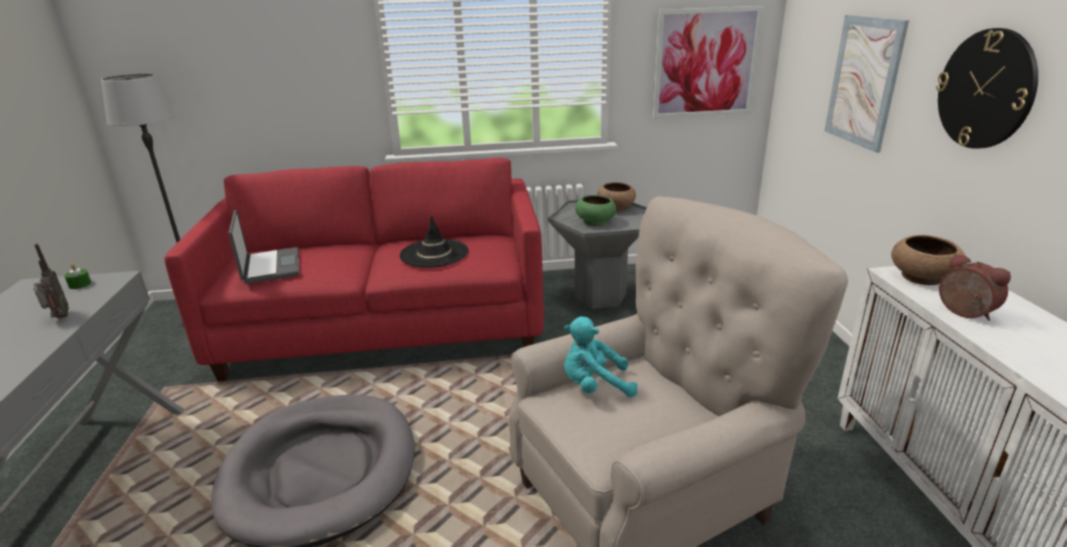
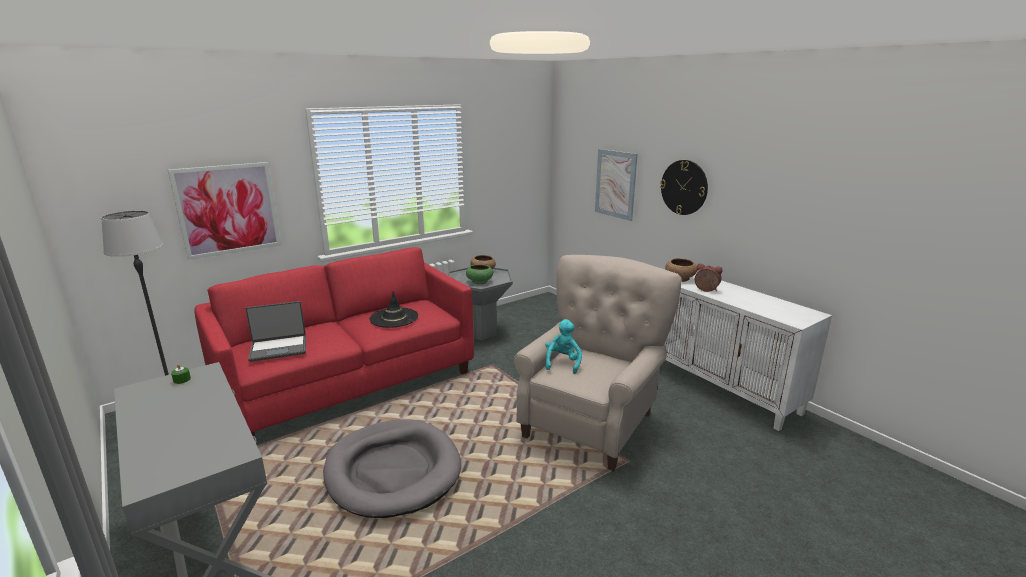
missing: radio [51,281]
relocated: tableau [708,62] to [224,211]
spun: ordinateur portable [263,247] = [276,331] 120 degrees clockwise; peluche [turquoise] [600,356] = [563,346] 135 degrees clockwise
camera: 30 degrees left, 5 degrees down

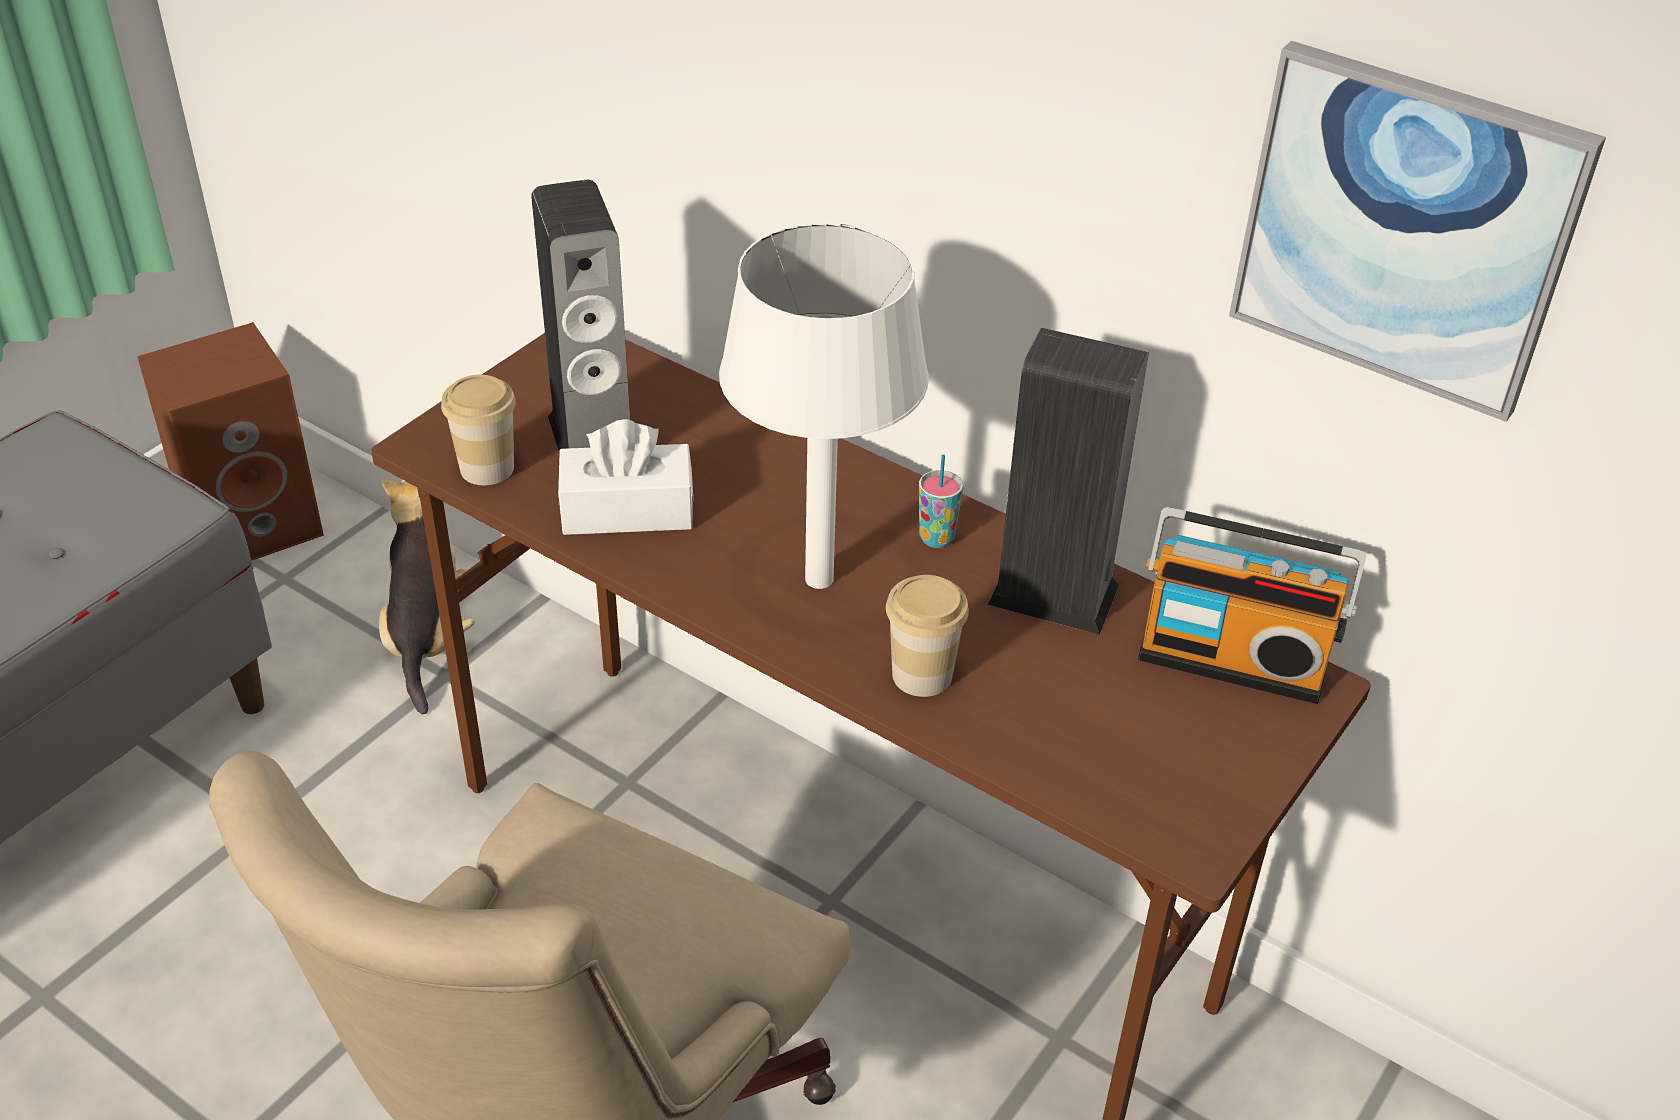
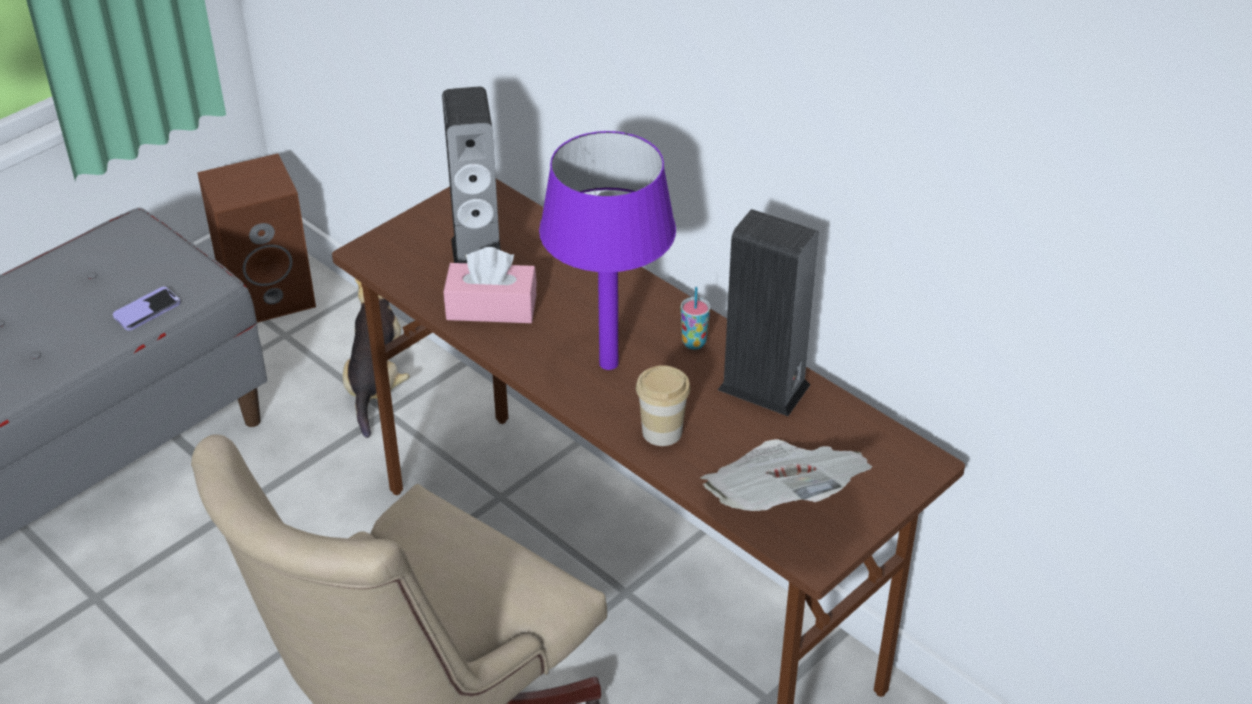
missing: tasse [478,430]; radio [1252,605]; tableau [1417,231]
appeared: téléphone [146,309]; journal [786,475]
colour: boîte à mouchoirs [blanc] [626,477] to boîte à mouchoirs [rose] [490,285]; lampe de table [blanc] [824,406] to lampe de table [violet] [607,250]
camera: 10 degrees right, 0 degrees up

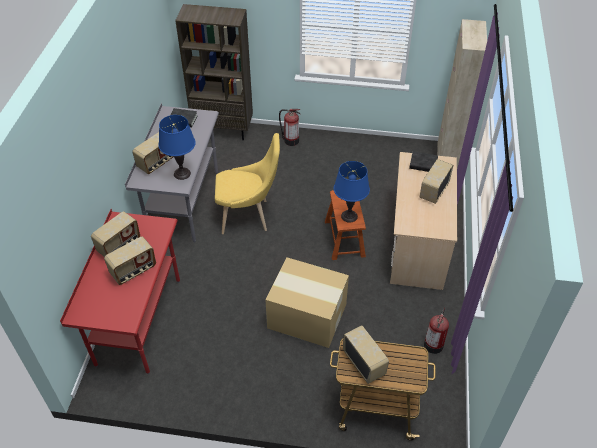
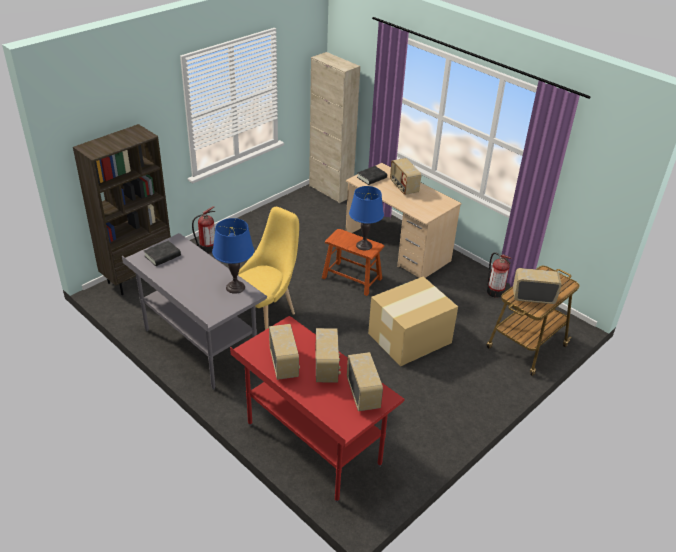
relocated: radio [153,153] to [365,381]
camera: 55 degrees left, 10 degrees down

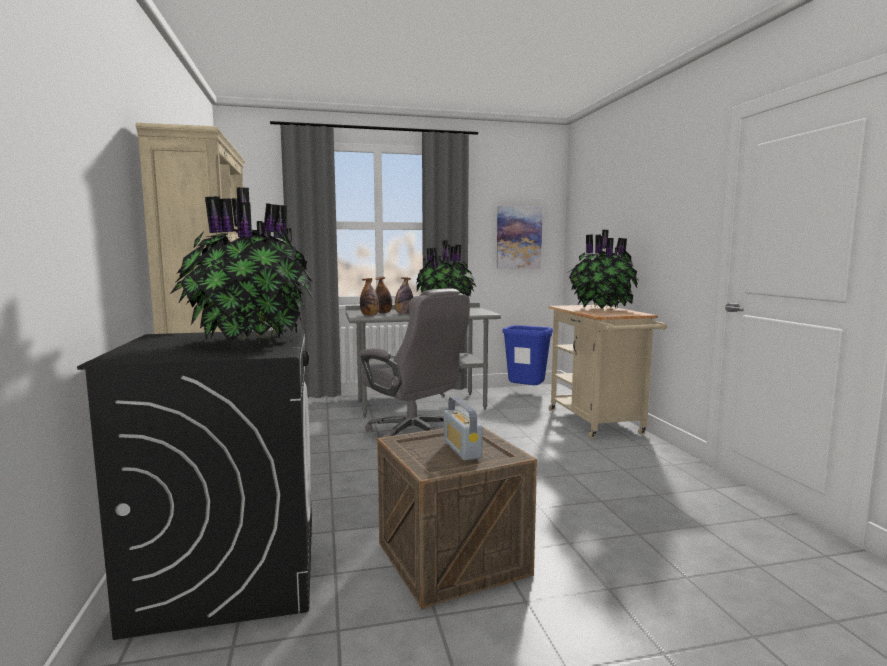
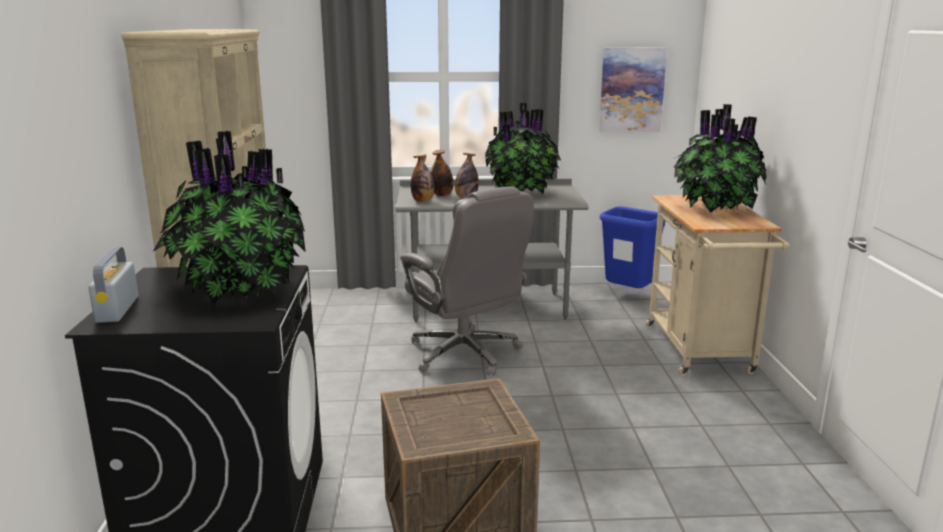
relocated: radio [463,428] to [113,285]
camera: 10 degrees right, 10 degrees up

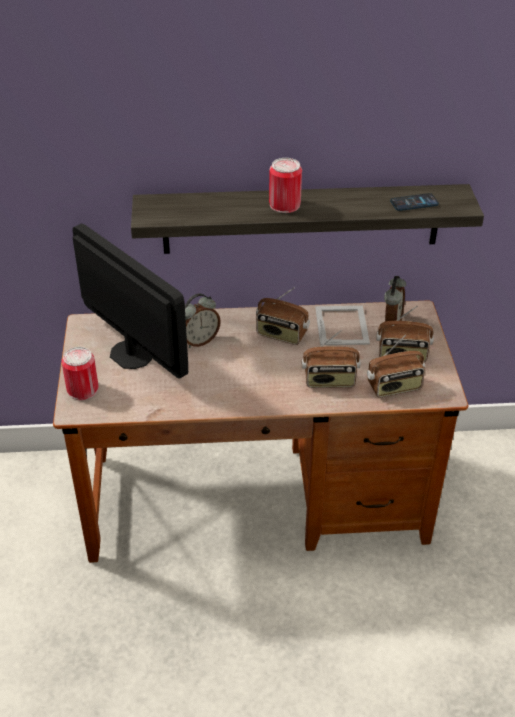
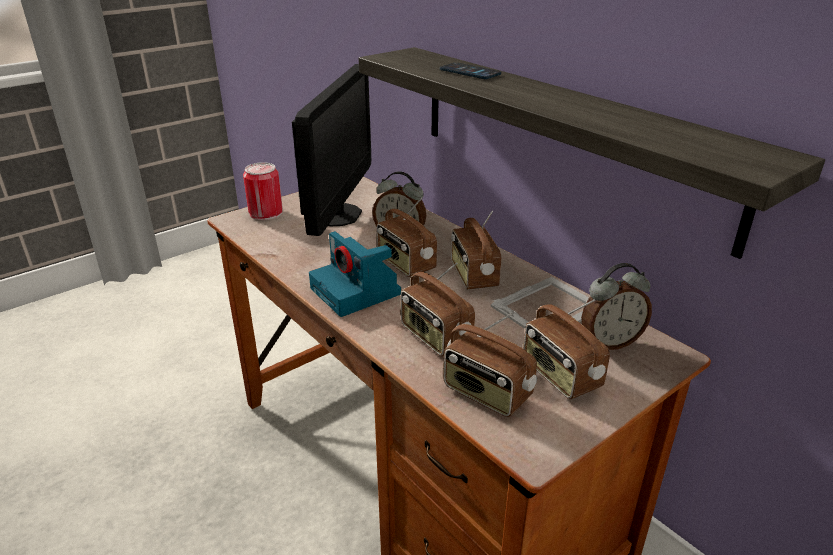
missing: boîte métallique [285,185]
appeared: appareil photo [355,274]; radio [407,237]
relocated: téléphone [414,202] to [470,71]
camera: 55 degrees right, 10 degrees down

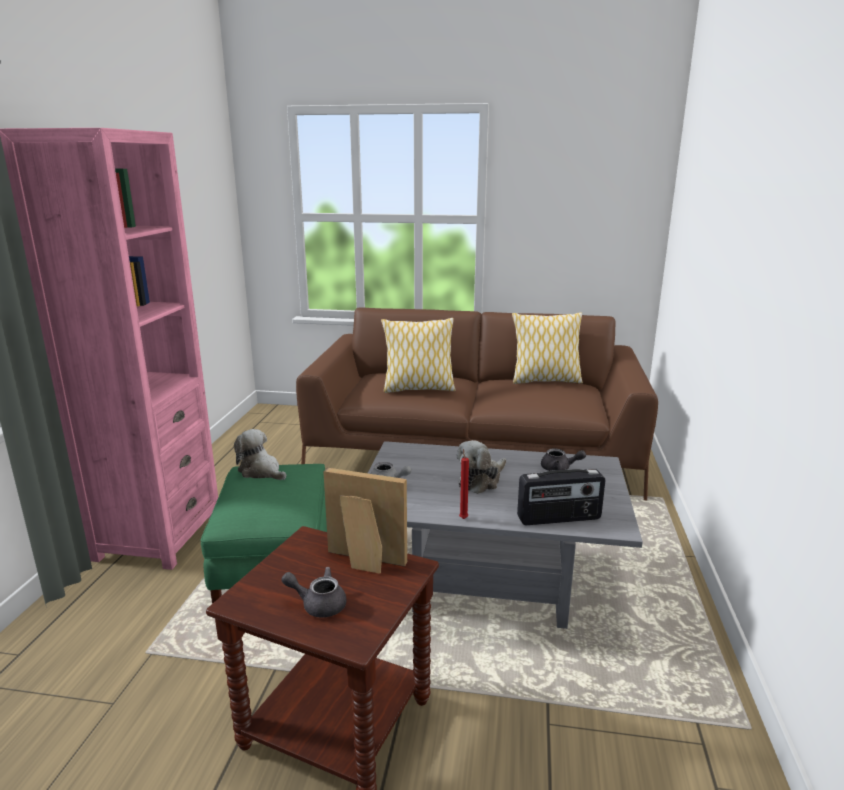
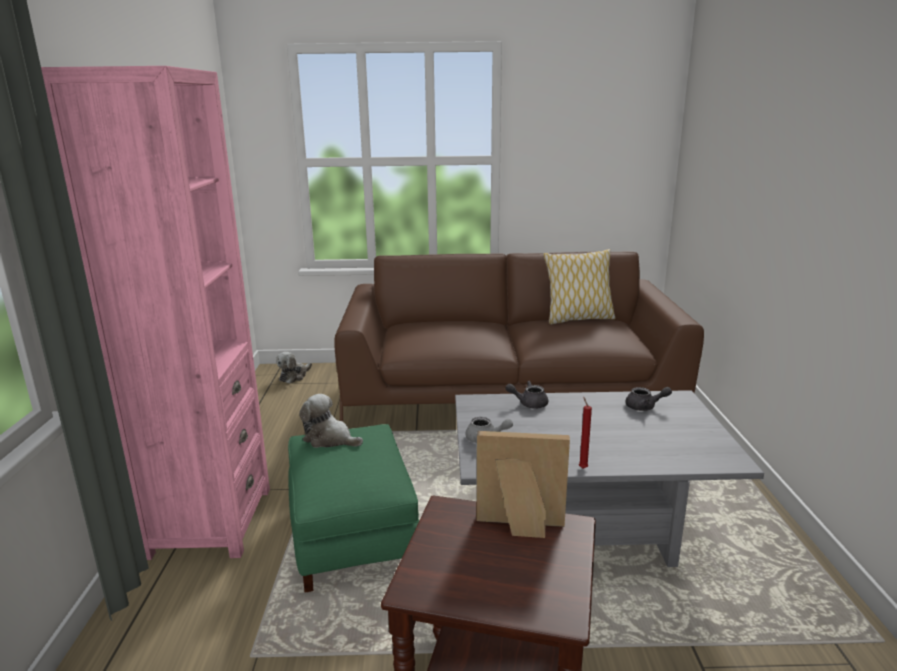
missing: coussin [418,355]; radio [561,497]
relocated: théière [gris] [314,592] to [527,395]; peluche [481,467] to [294,368]
camera: 10 degrees left, 0 degrees up

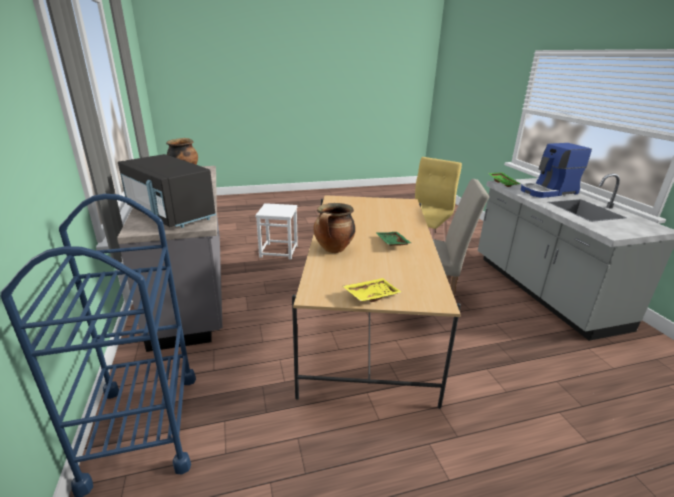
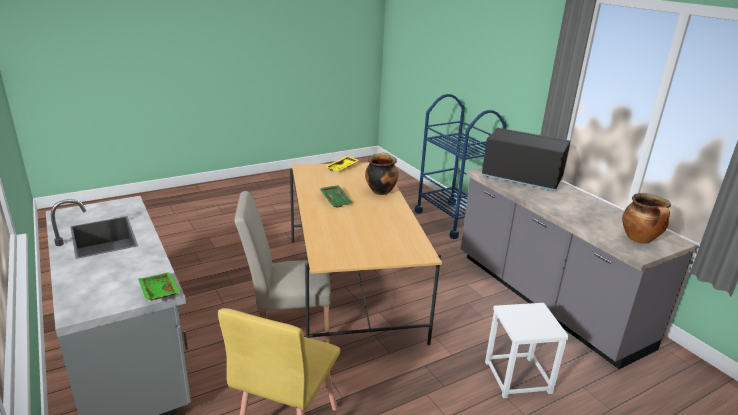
missing: machine à café [556,170]
camera: 165 degrees right, 0 degrees up

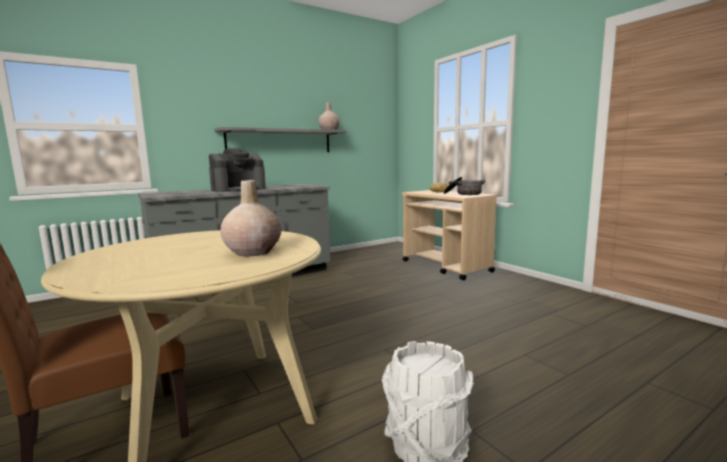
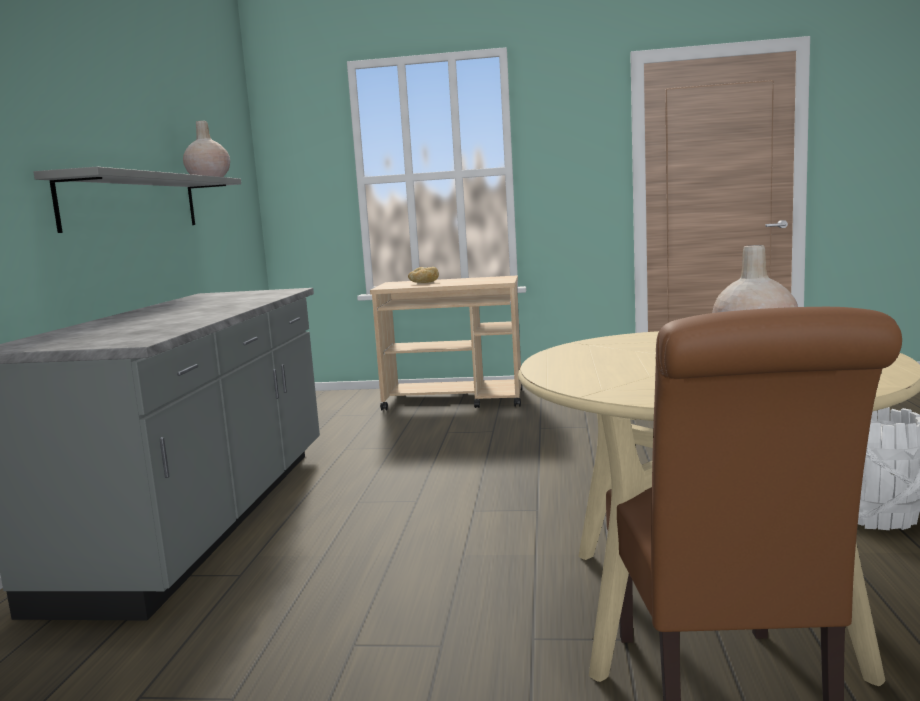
missing: machine à café [237,170]; marmite [464,186]
camera: 50 degrees left, 0 degrees up

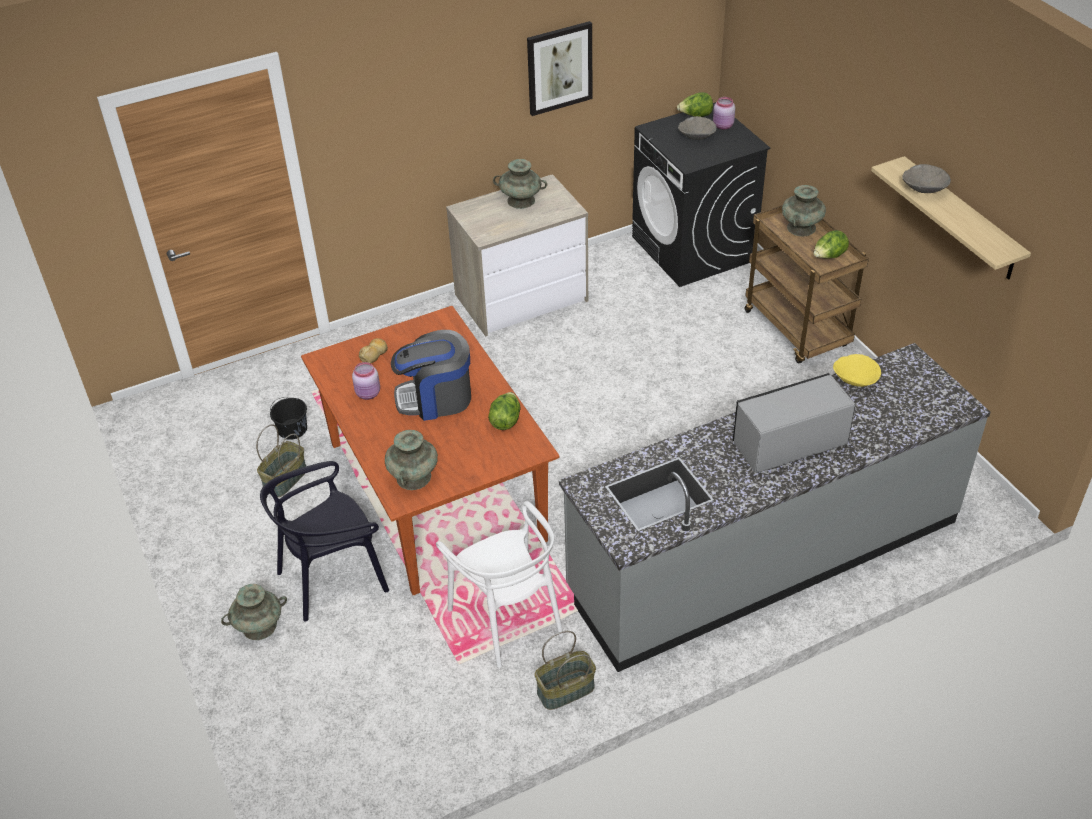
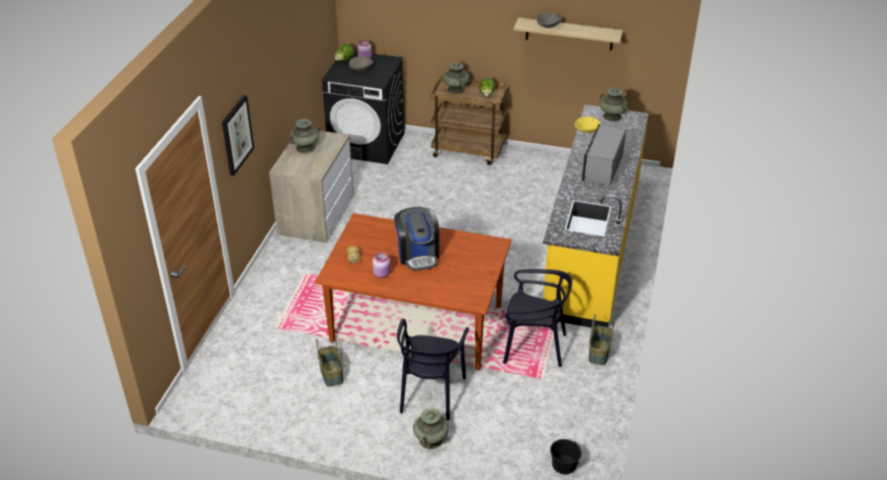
missing: laitue [504,411]
relocated: seau [noir] [288,418] to [566,456]; vase [turquoise] [411,460] to [614,105]; tableau [559,68] to [238,135]
colour: chaise [blanc] [500,584] to chaise [noir] [537,318]; comptoir de cuisine [gris] [774,507] to comptoir de cuisine [jaune] [596,216]
spun: machine à café [431,375] = [416,239] 45 degrees counterclockwise
camera: 50 degrees left, 5 degrees down

